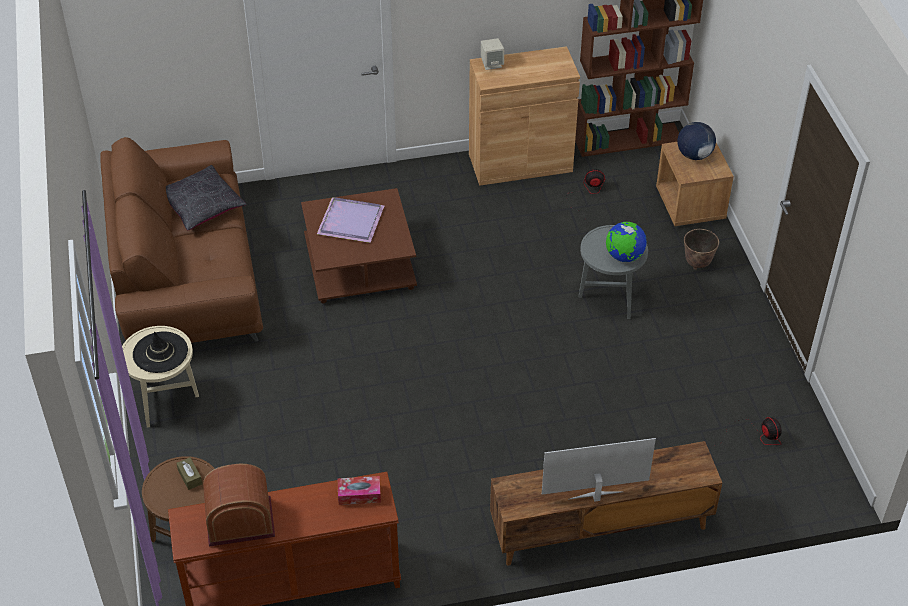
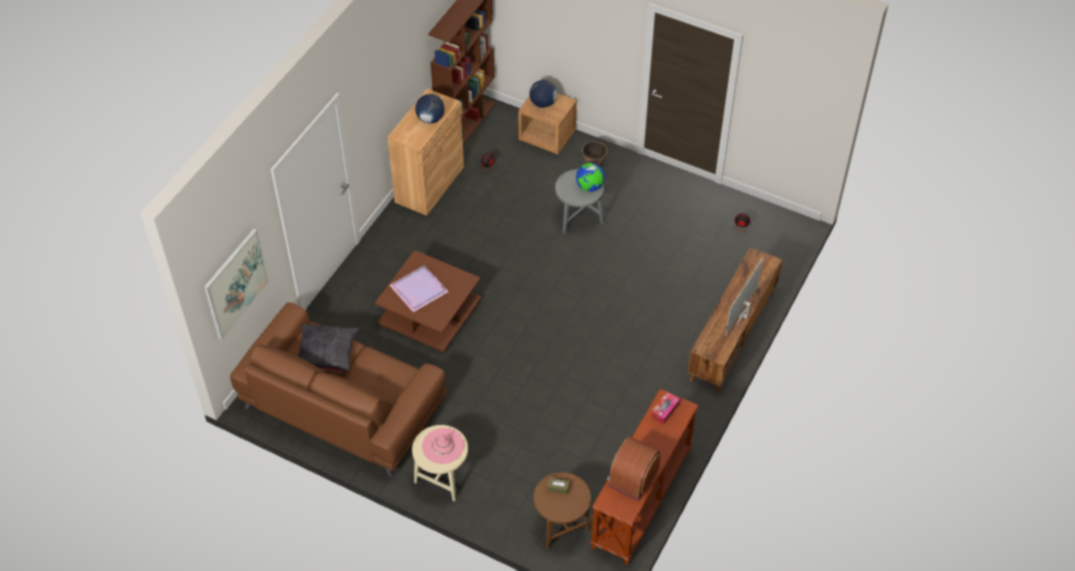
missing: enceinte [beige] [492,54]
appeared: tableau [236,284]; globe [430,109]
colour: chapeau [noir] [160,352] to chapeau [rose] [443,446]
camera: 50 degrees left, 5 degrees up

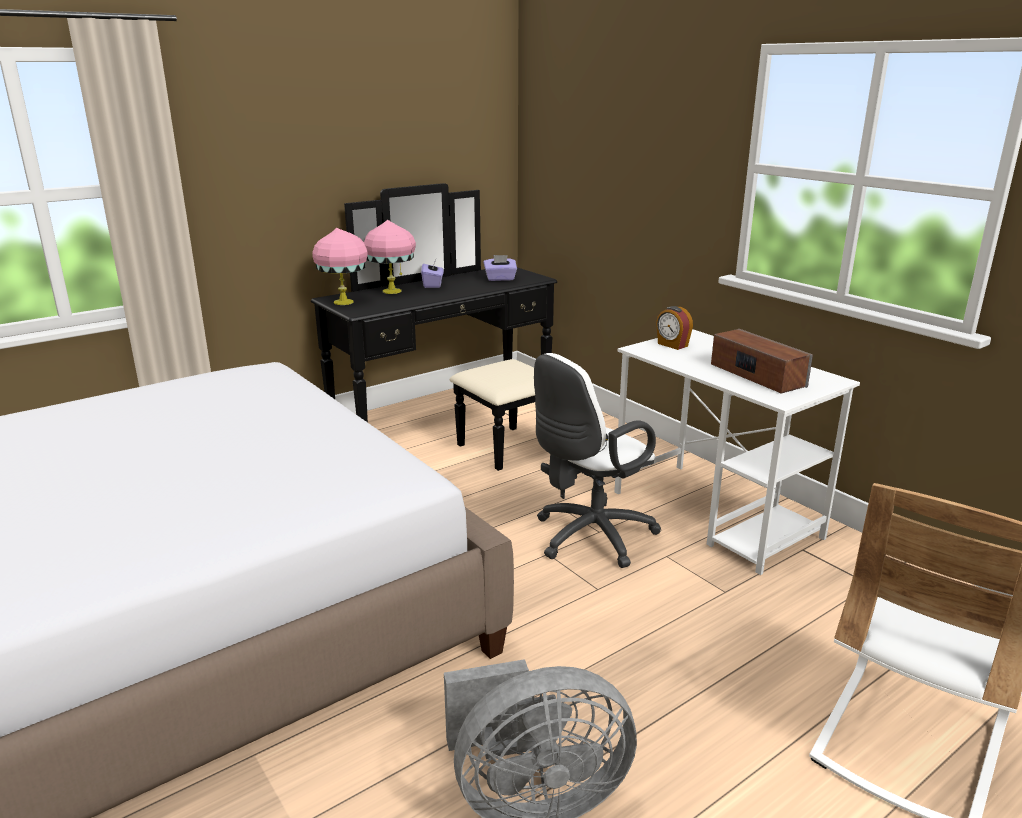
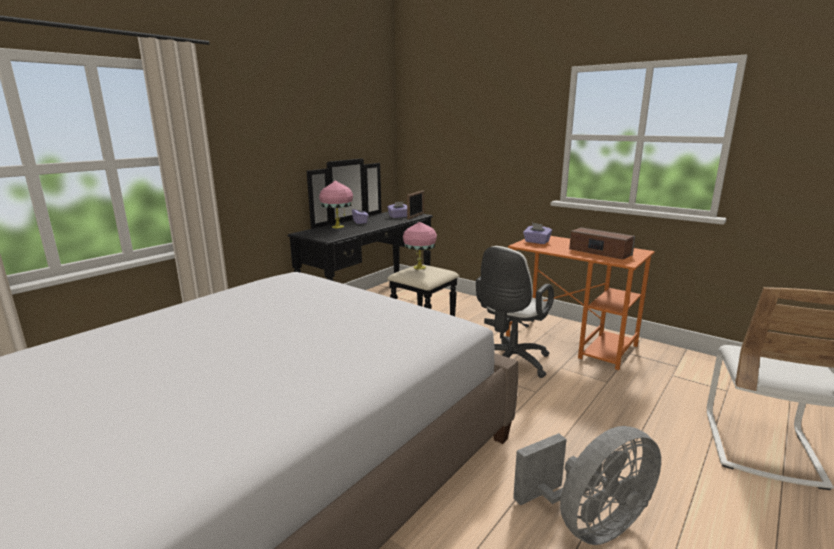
appeared: cadre photo [415,205]
relocated: lampe de table [rose] [340,266] to [420,246]
exchanged: réveil [674,328] to boîte à mouchoirs [violet] [537,233]
colour: bureau [blanc] [737,452] to bureau [orange] [580,303]
camera: 15 degrees left, 5 degrees down

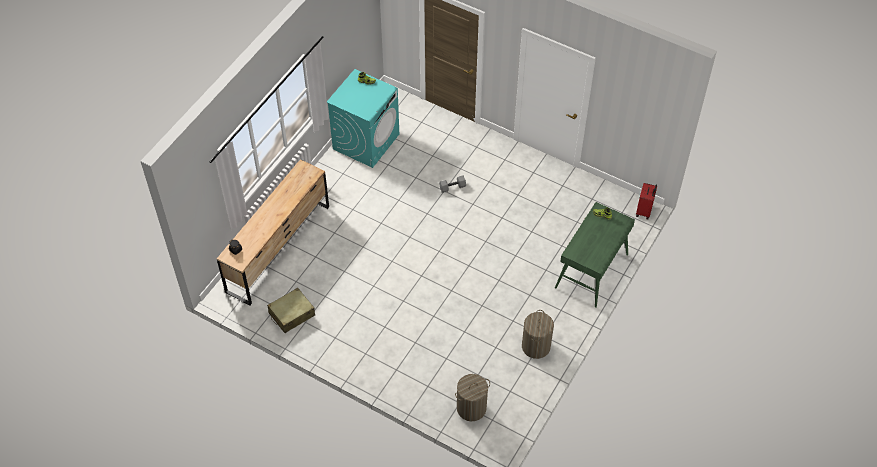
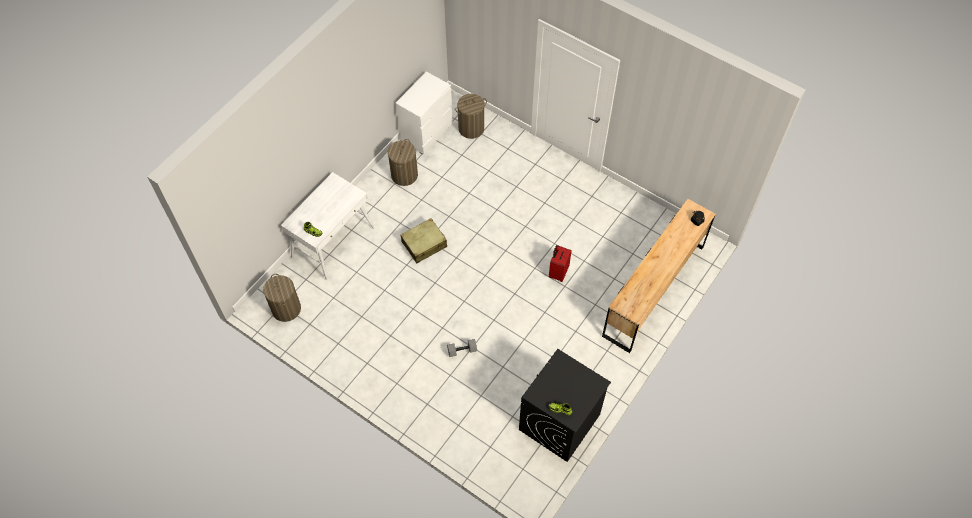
appeared: panier à linge [282,298]; commode [blanc] [424,112]
relocated: valise [beige] [291,310] to [423,240]; valise [rouge] [646,201] to [560,263]
colour: lave-linge [turquoise] [363,118] to lave-linge [noir] [565,405]; bureau [vert] [595,255] to bureau [blanc] [327,226]
camera: 175 degrees left, 5 degrees up

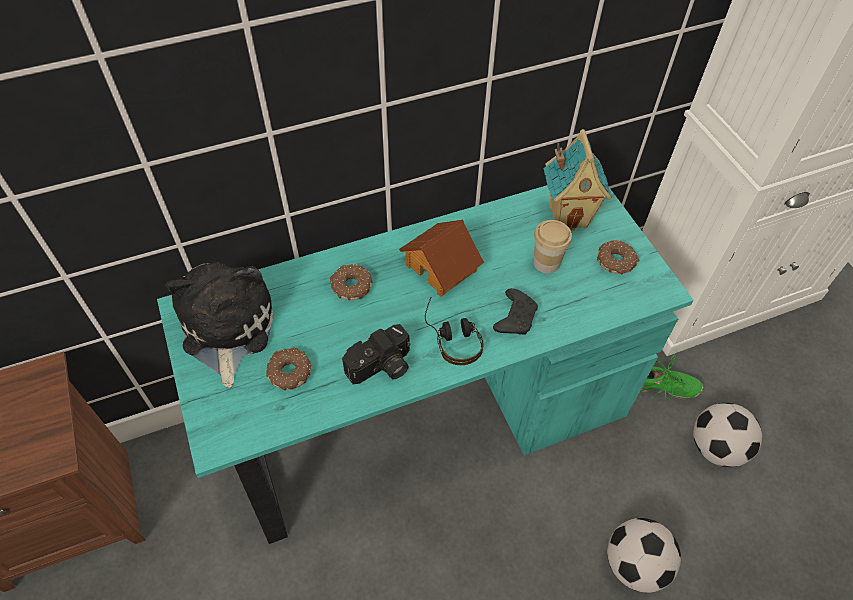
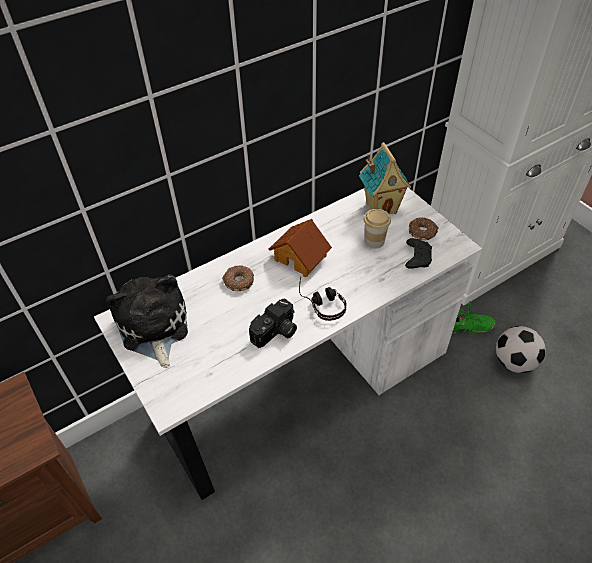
missing: beignet [288,369]; ballon de foot [644,555]
relocated: manette [noir] [515,311] to [418,253]
colour: bureau [turquoise] [425,364] to bureau [blanc] [288,343]
camera: 10 degrees left, 5 degrees down

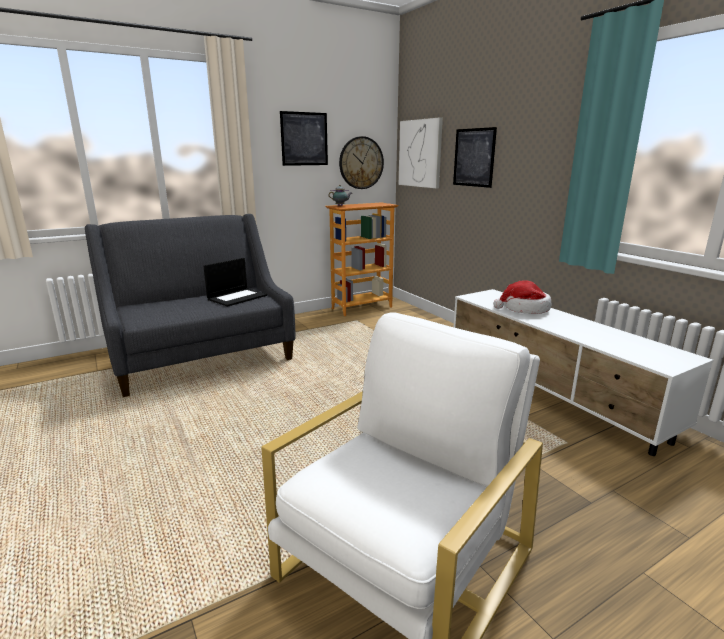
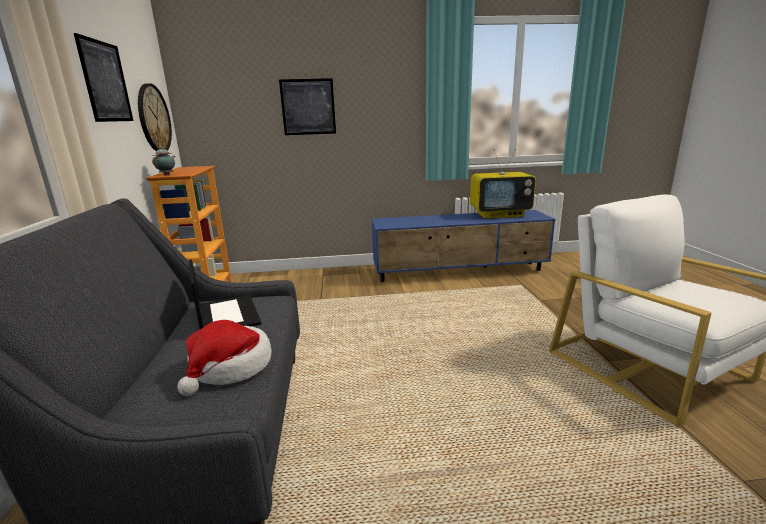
missing: tableau [421,152]
appeared: téléviseur [503,184]
relocated: chapeau [522,297] to [224,358]
colour: meuble télé [blanc] [584,372] to meuble télé [bleu] [464,246]
camera: 65 degrees left, 0 degrees up

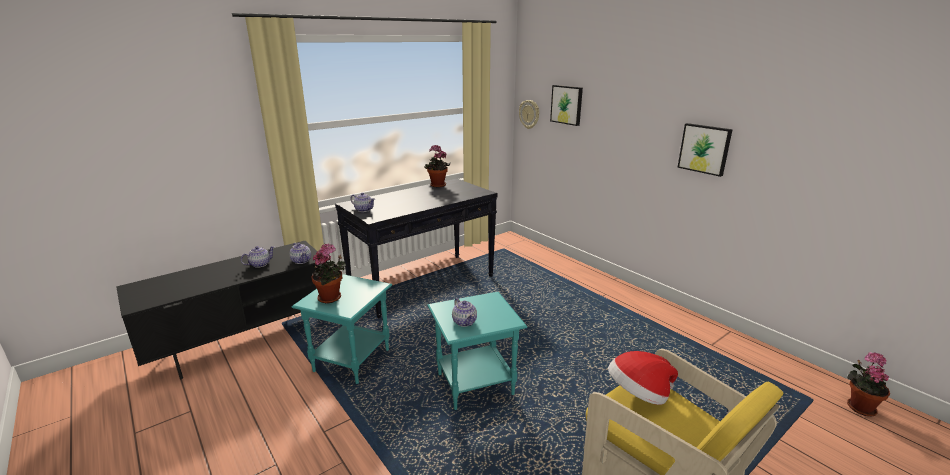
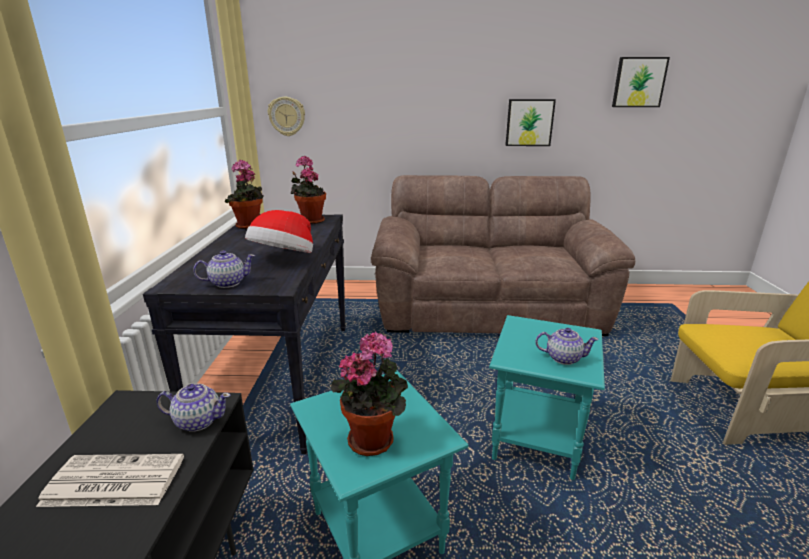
appeared: canapé [marron] [503,255]
relocated: tableau [566,105] to [641,82]; chapeau [643,378] to [279,231]; plante en pot [868,384] to [308,190]
exchanged: théière [258,257] to journal [110,480]
camera: 50 degrees left, 0 degrees up

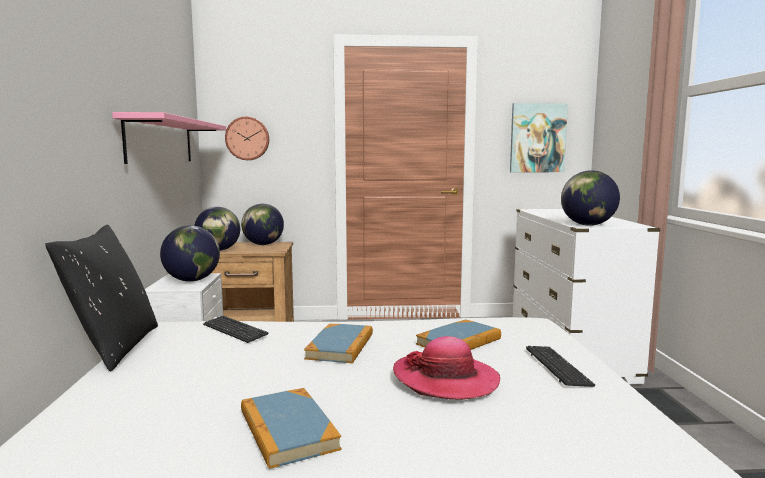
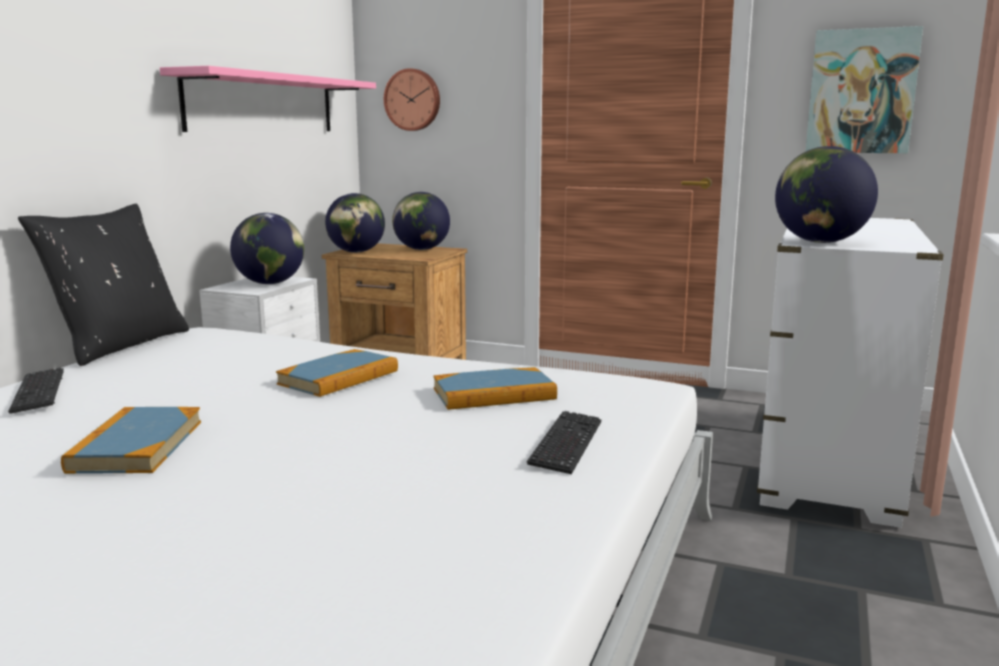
missing: chapeau [446,368]
relocated: clavier [236,329] to [36,391]
camera: 25 degrees right, 5 degrees up

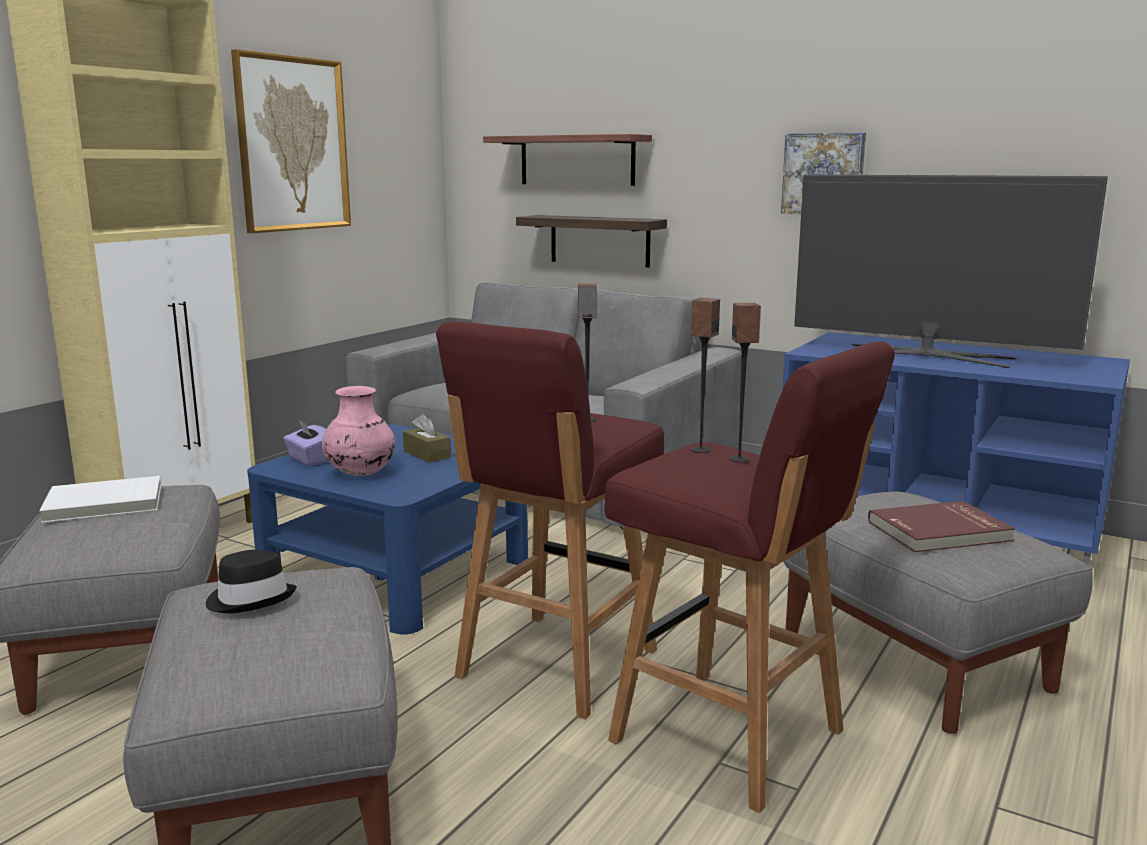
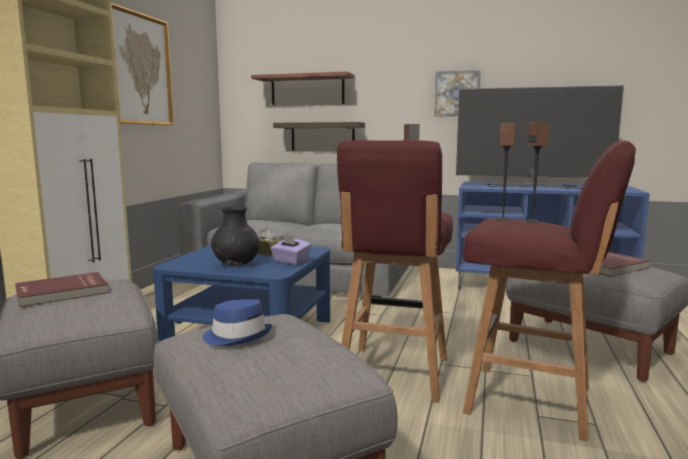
relocated: boîte à mouchoirs [violet] [306,442] to [290,249]
colour: livre [blanc] [100,499] to livre [rouge] [62,289]; chapeau [noir] [251,581] to chapeau [bleu] [237,322]; vase [rose] [358,431] to vase [noir] [235,236]
camera: 15 degrees left, 5 degrees down

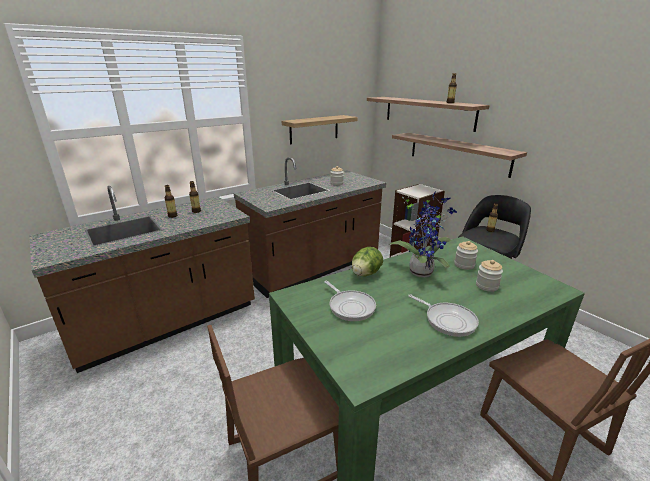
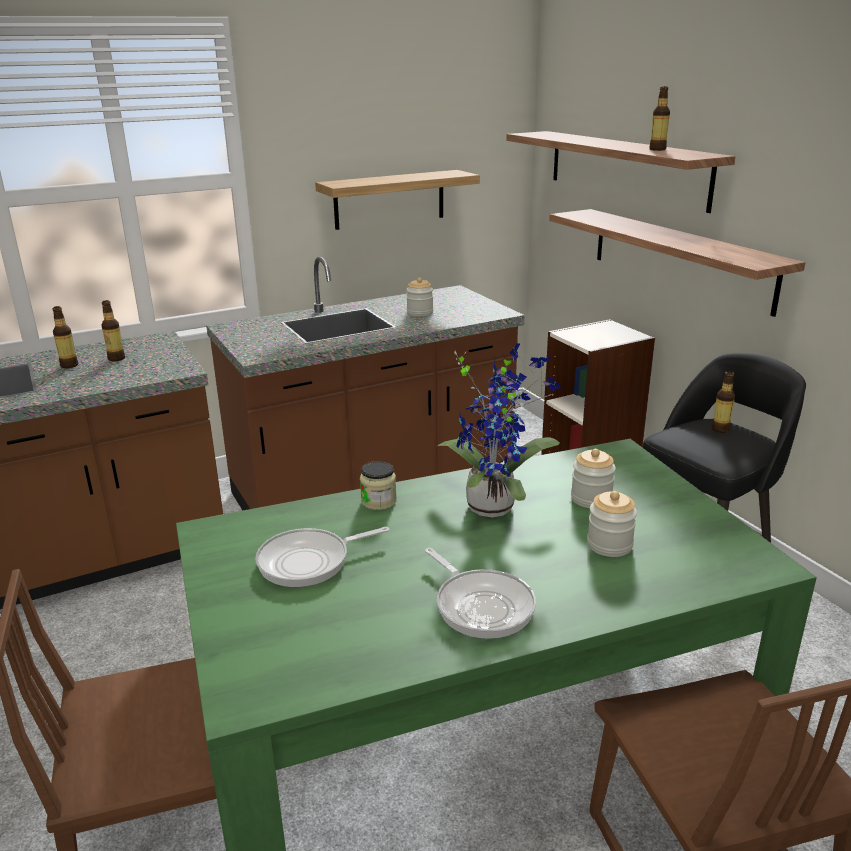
exchanged: laitue [367,261] to bocal [378,485]
spun: poêle [350,301] = [322,557] 90 degrees clockwise
camera: 10 degrees right, 0 degrees up

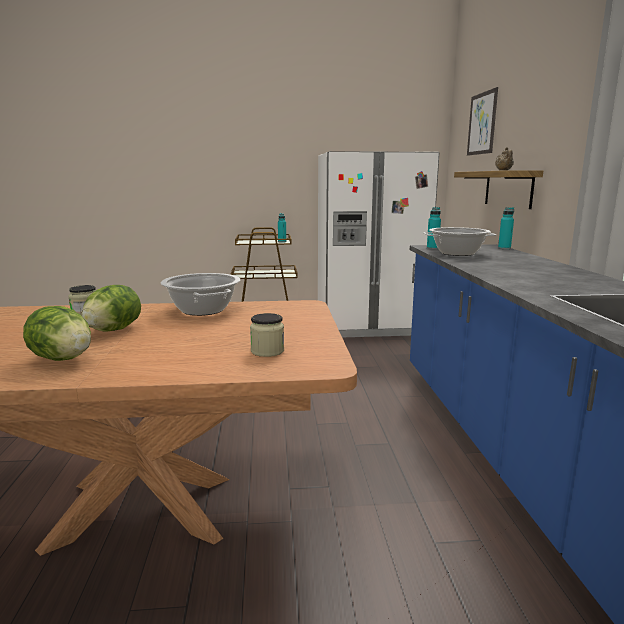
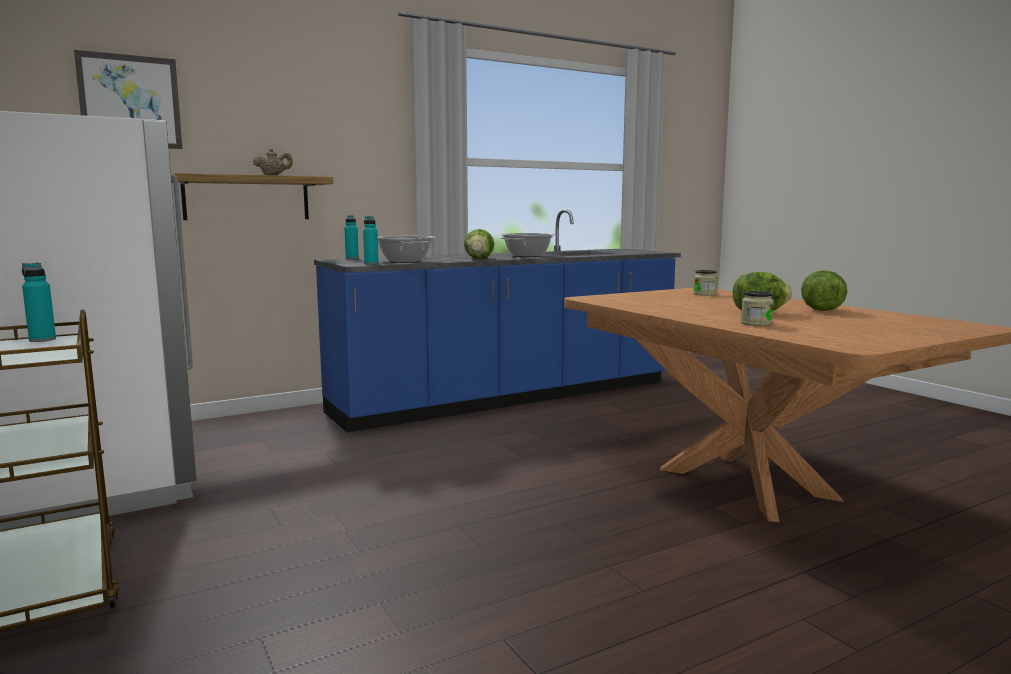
appeared: laitue [479,244]
relocated: marmite [200,294] to [527,245]
camera: 115 degrees left, 5 degrees down

